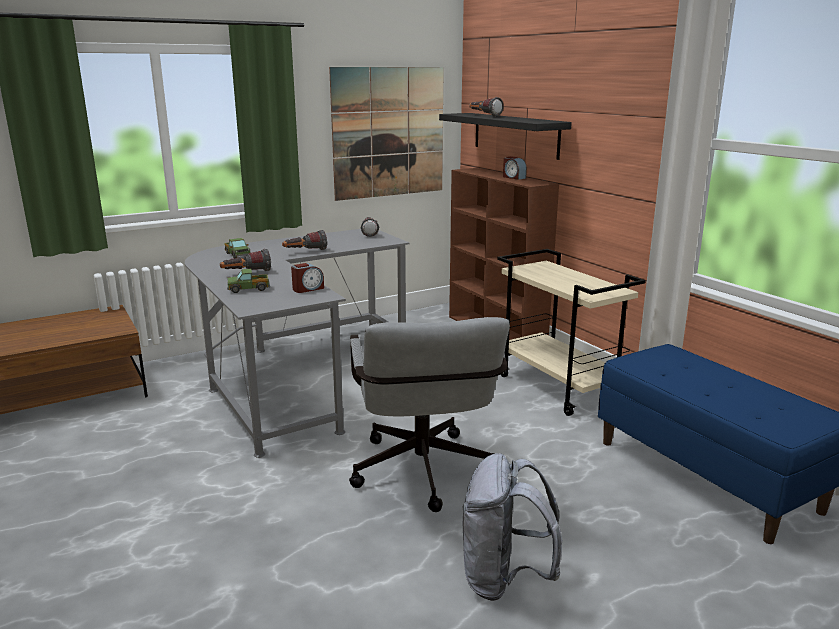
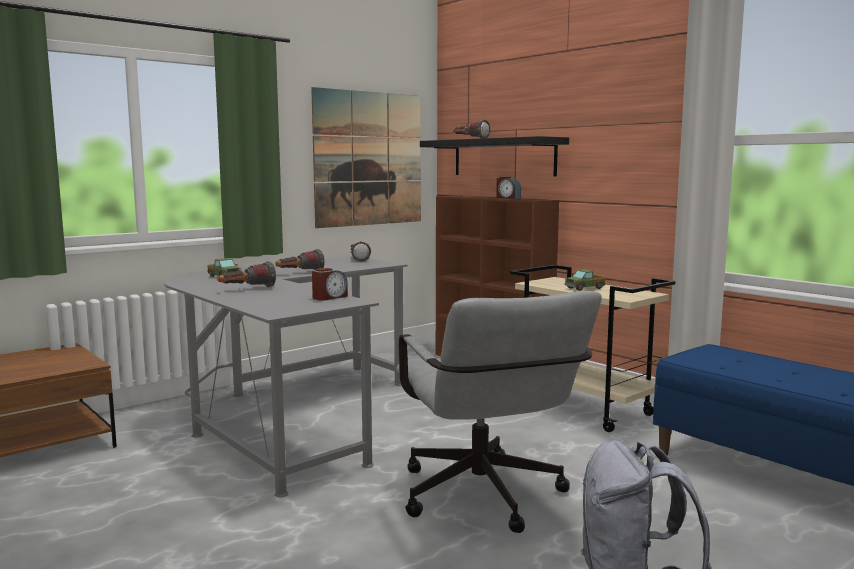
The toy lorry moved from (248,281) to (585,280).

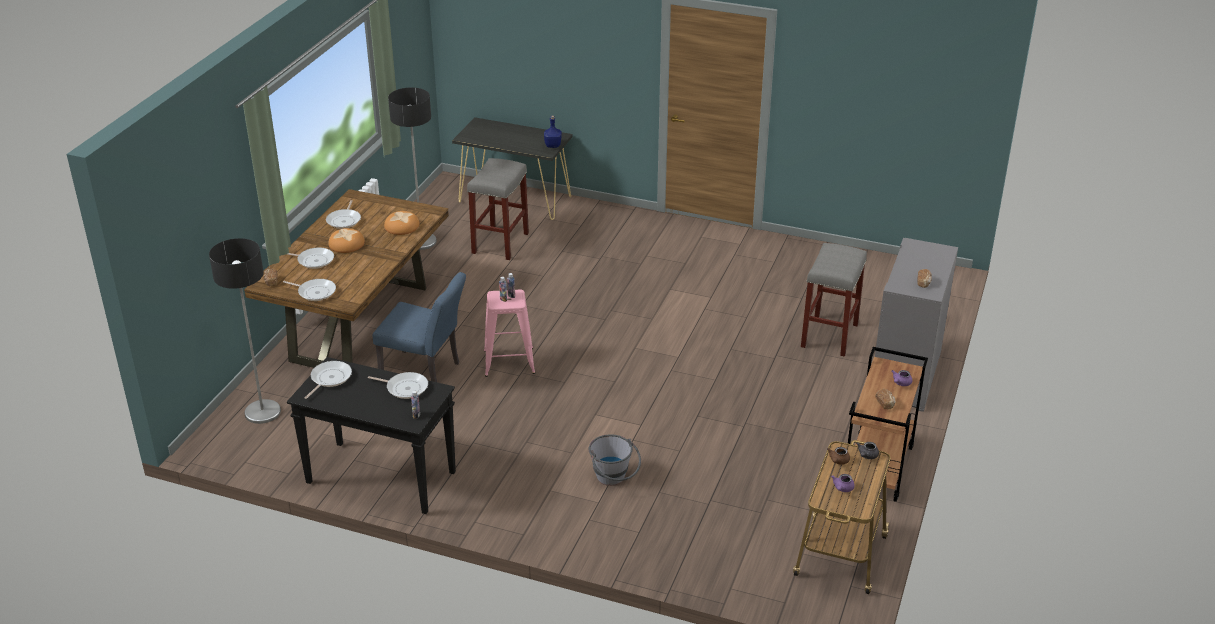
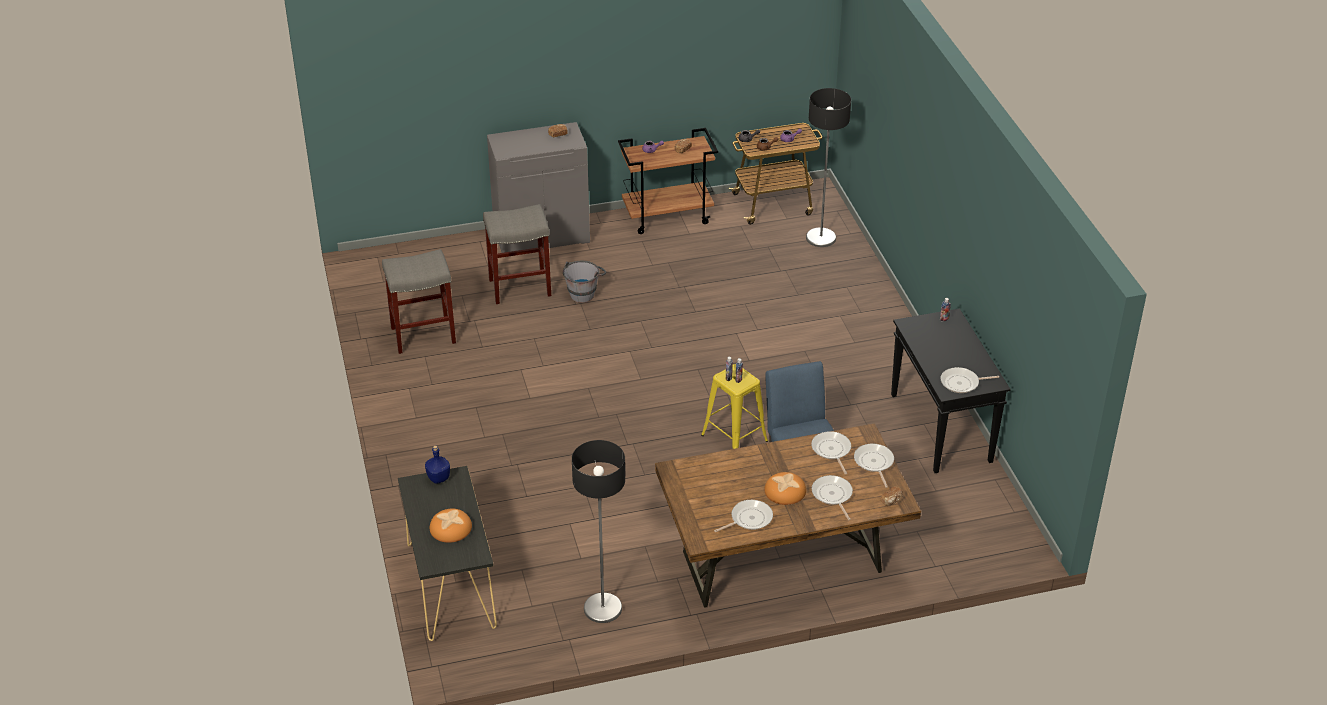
The standard lamp moved from (245,331) to (828,167). The frying pan moved from (398,385) to (831,453). The bread moved from (402,223) to (451,526). The gray stool moved from (498,209) to (419,301). The pink-coloured stool at (509,333) became the yellow-coloured stool at (734,406). The gray bucket moved from (615,460) to (584,282).

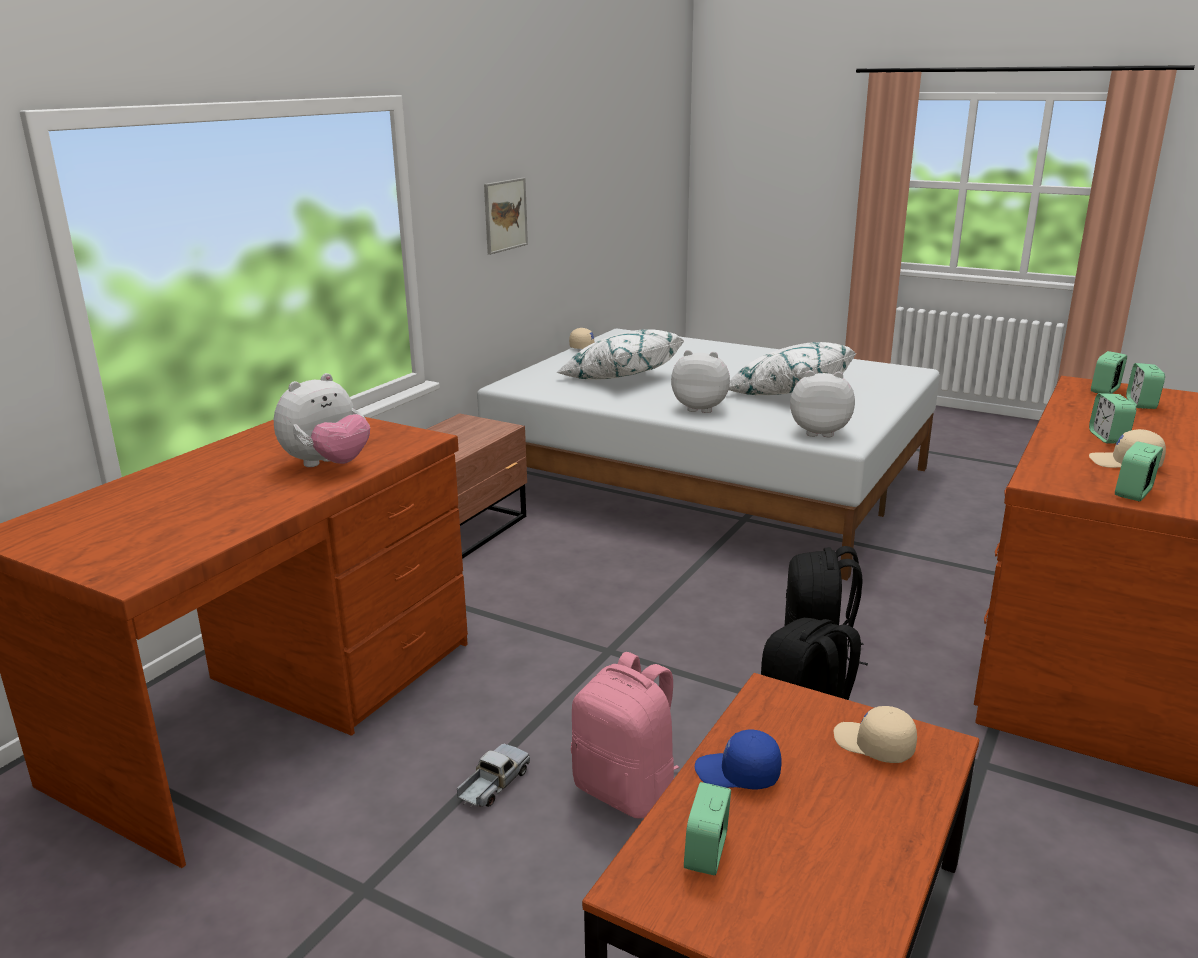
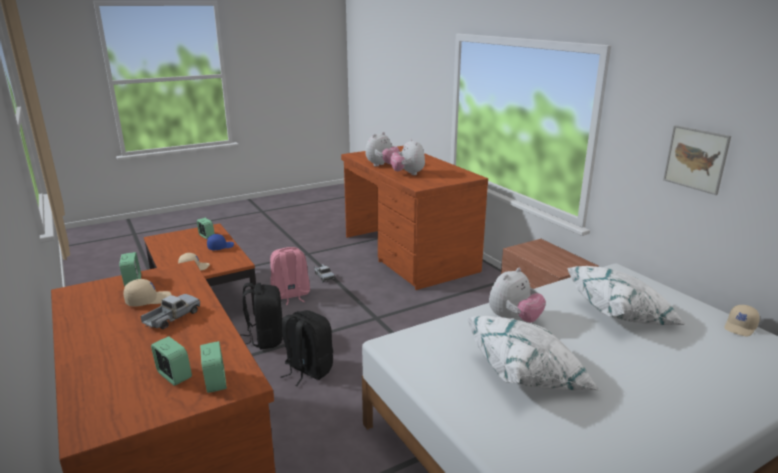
The soft toy moved from (822,403) to (382,149). The alarm clock at (1112,418) was replaced by the toy lorry at (170,311).

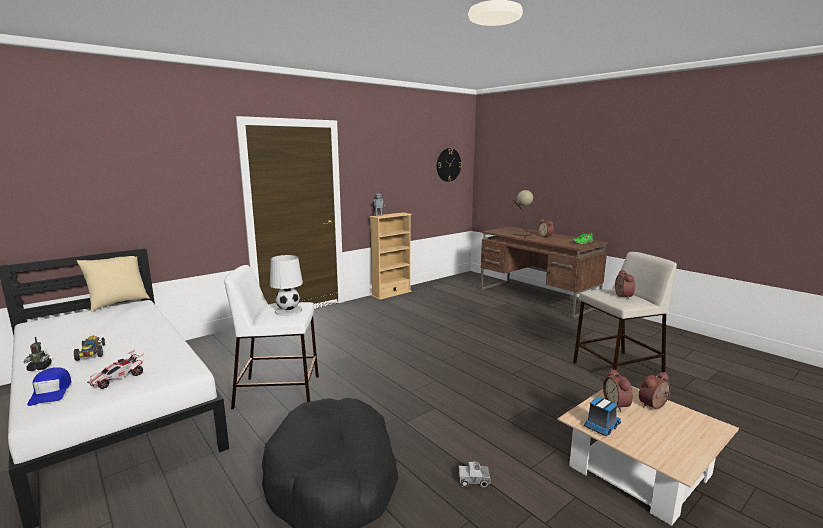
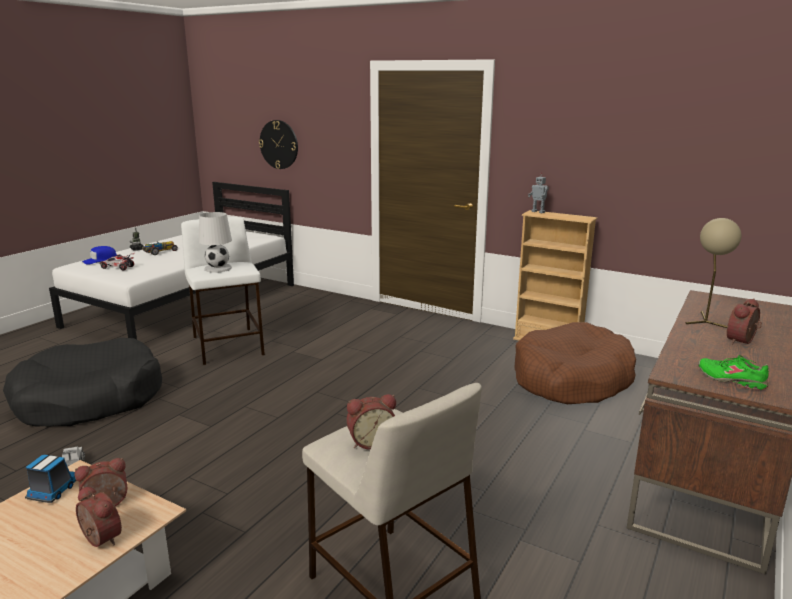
The beige-coloured throw pillow at (113,284) disappeared. The clock on the wall moved from (449,165) to (278,144). The toy lorry at (602,416) turned 105 degrees counterclockwise. The brown-coloured dog bed at (575,363) appeared.

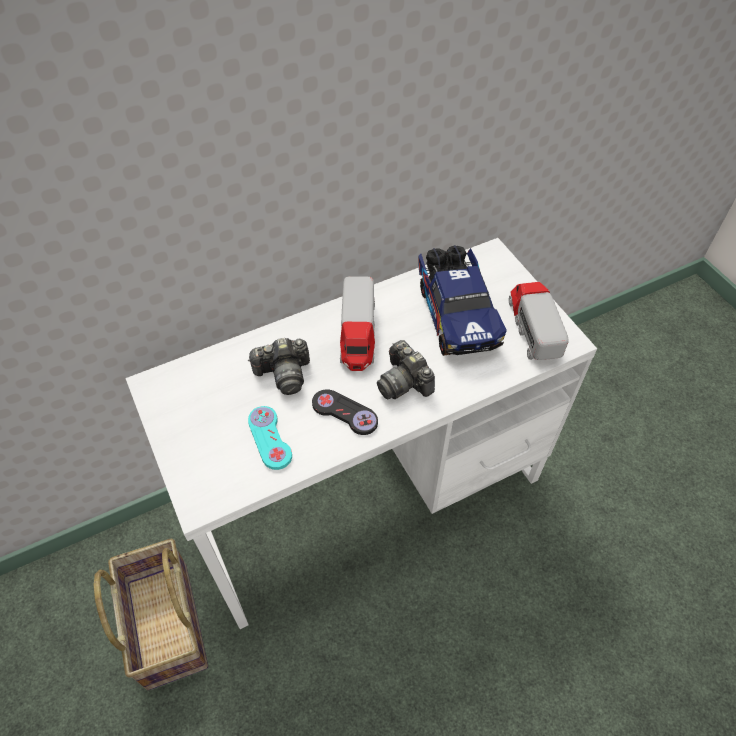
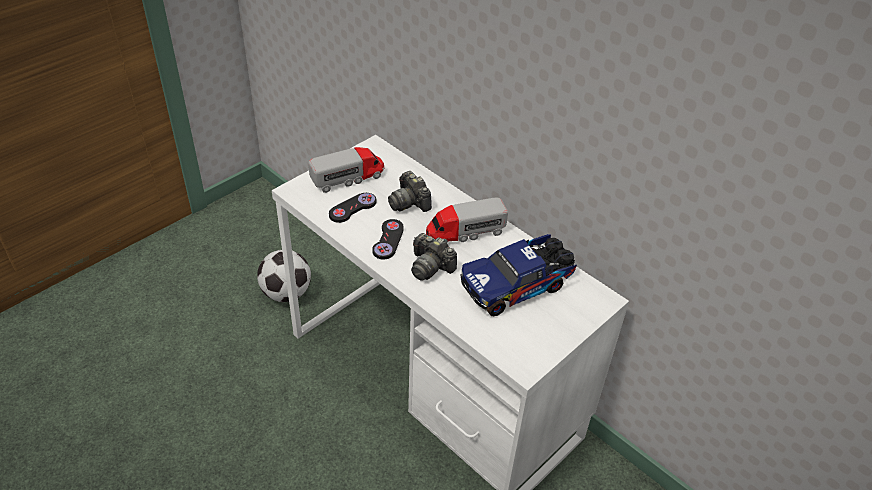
The basket at (151,614) was replaced by the football ball at (284,276). The blue-green joypad at (270,438) became the black joypad at (352,208). The photo camera at (406,369) turned 90 degrees counterclockwise. The toy lorry moved from (539,321) to (346,170).

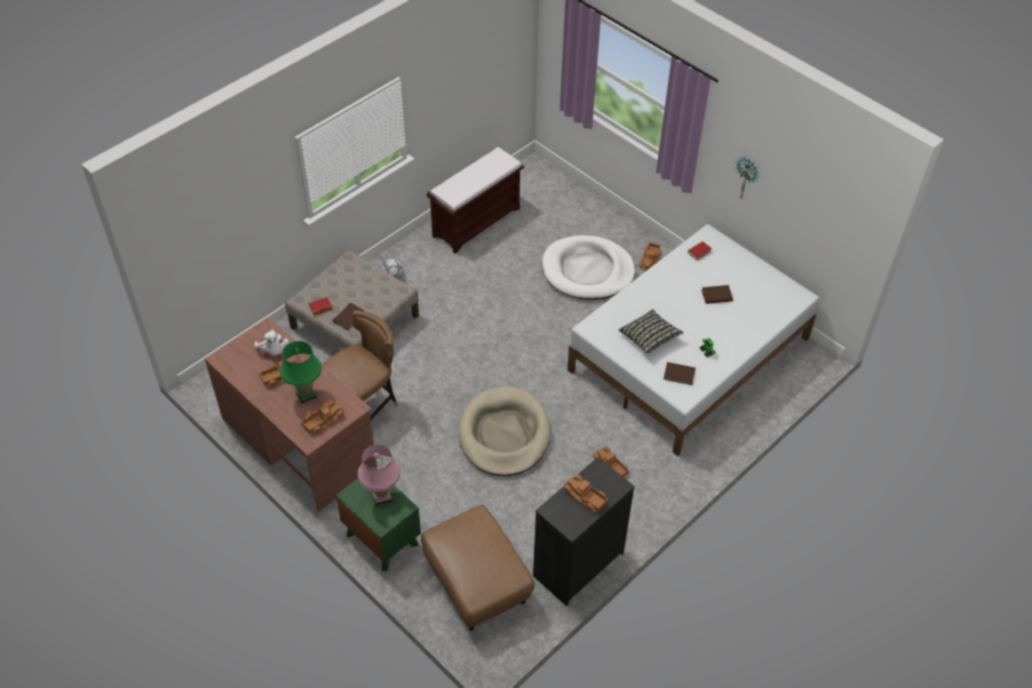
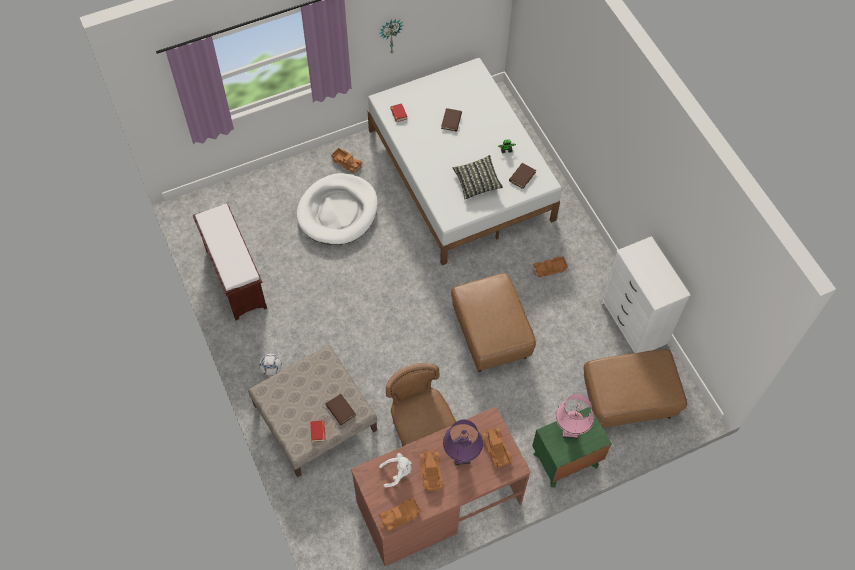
The green table lamp at (301,372) became the purple-coloured table lamp at (463,442). The beige-coloured dog bed at (504,431) was replaced by the brown-coloured footrest at (493,322). The black chest of drawers at (584,531) became the whitish chest of drawers at (646,294). The toy lorry moved from (585,493) to (400,515).

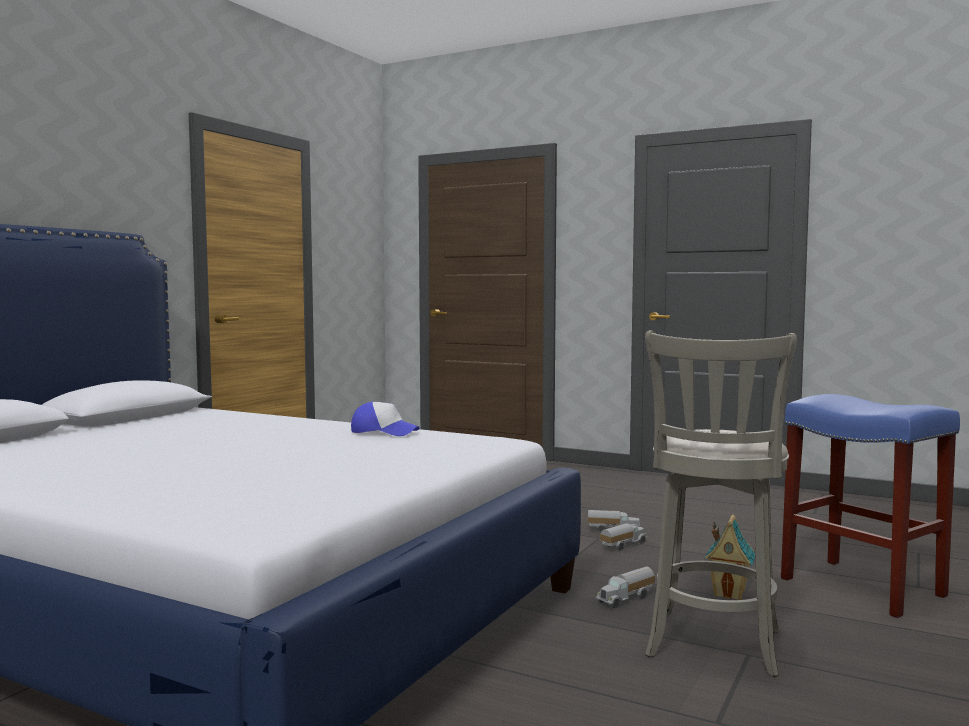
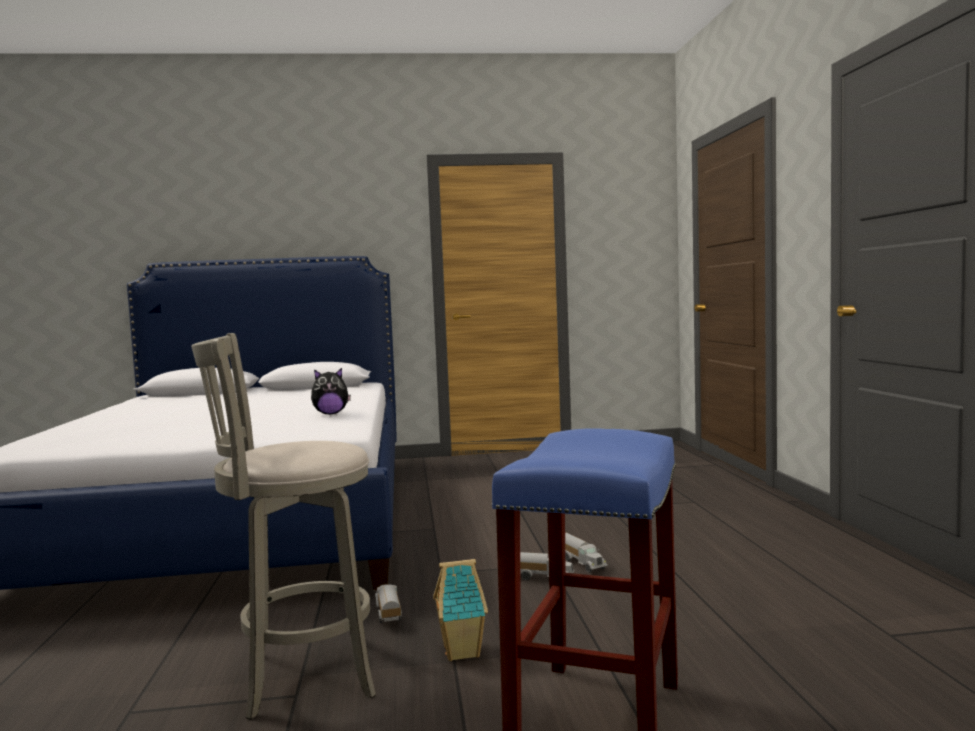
The baseball cap at (385,419) was replaced by the soft toy at (331,391). The toy lorry at (625,587) turned 60 degrees clockwise.

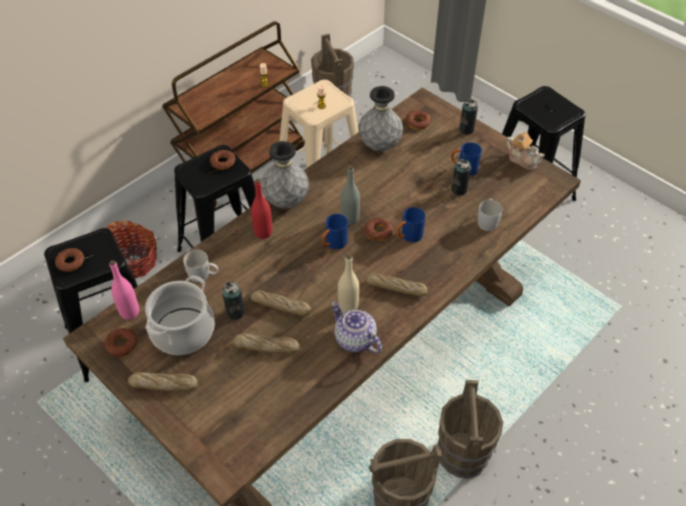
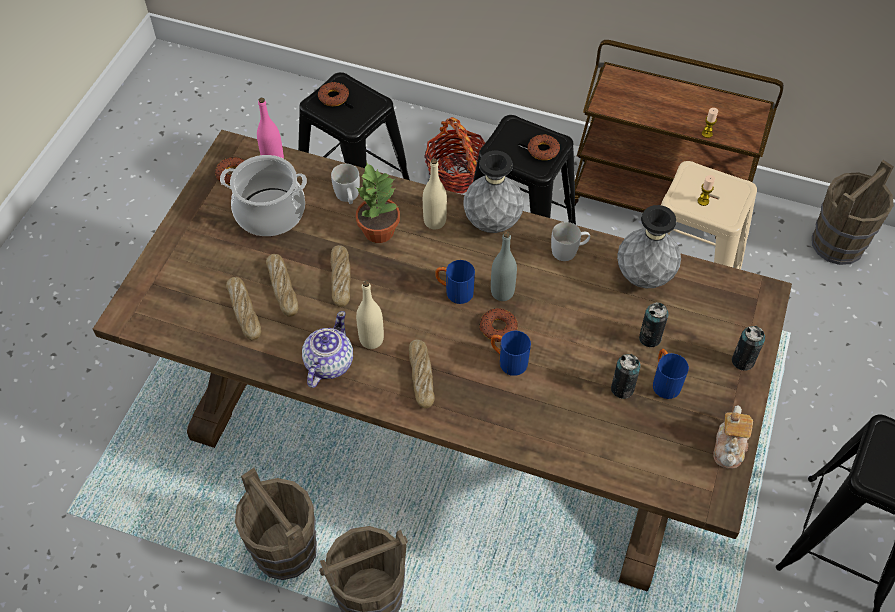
The bread moved from (163,381) to (243,309). The metal can moved from (233,301) to (653,324). The red-coloured drink bottle at (261,209) became the beige-coloured drink bottle at (435,194). The doughnut at (418,120) disappeared. The whitish mug moved from (490,215) to (570,241). The houseplant at (378,203) appeared.

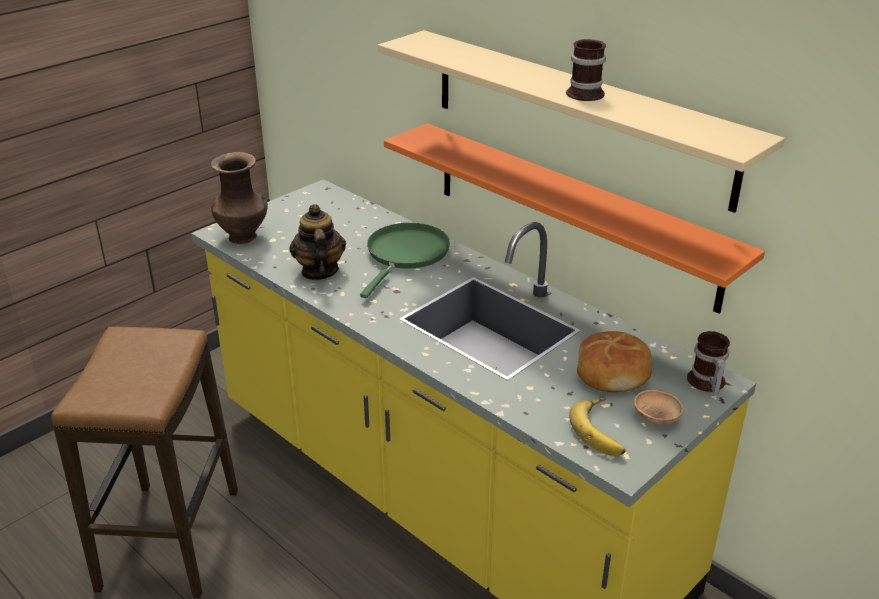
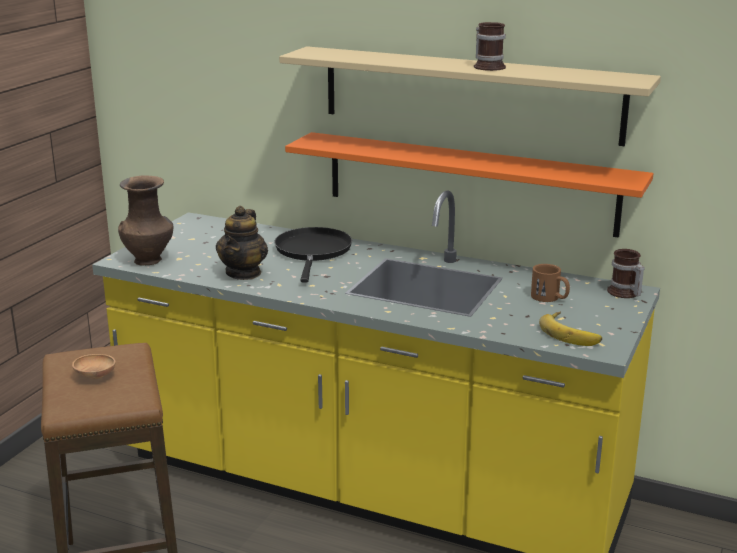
The teapot at (317,242) turned 135 degrees counterclockwise. The green frying pan at (405,260) became the black frying pan at (313,255). The bread at (614,361) was replaced by the brown-coloured mug at (550,283). The brown-coloured bowl moved from (658,407) to (94,366).

